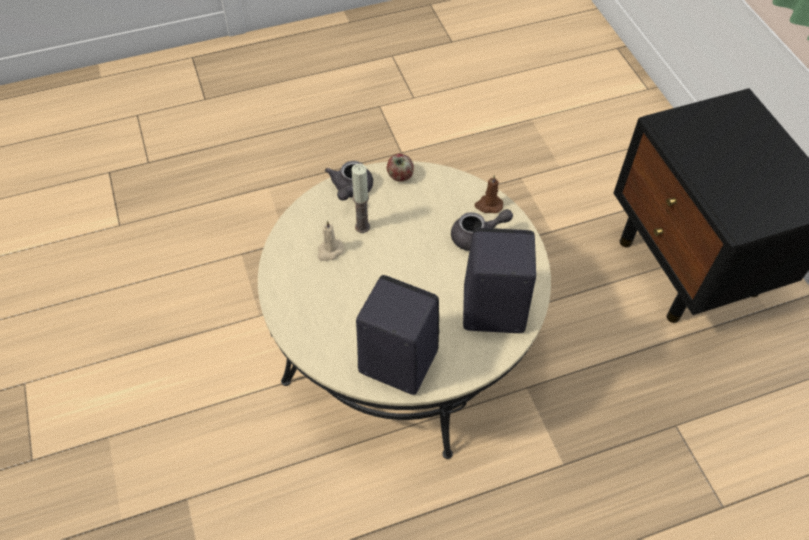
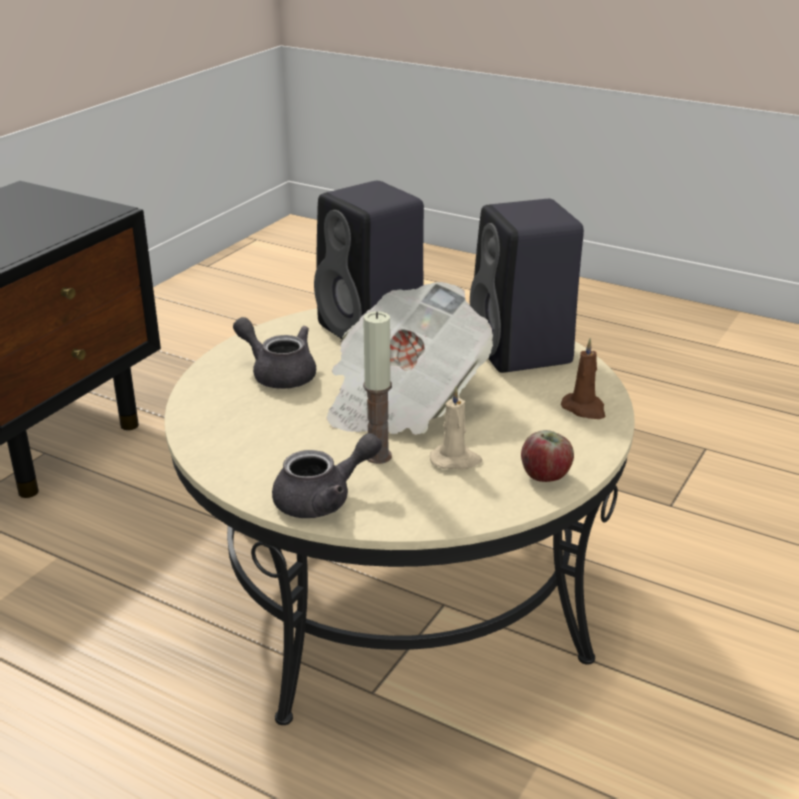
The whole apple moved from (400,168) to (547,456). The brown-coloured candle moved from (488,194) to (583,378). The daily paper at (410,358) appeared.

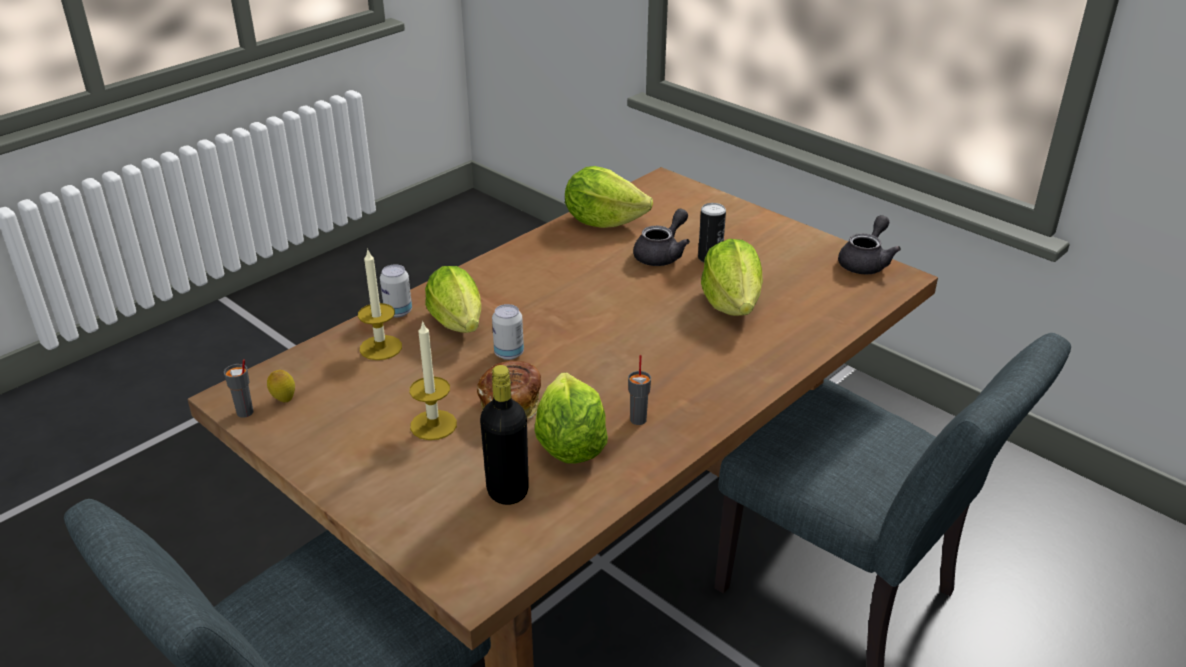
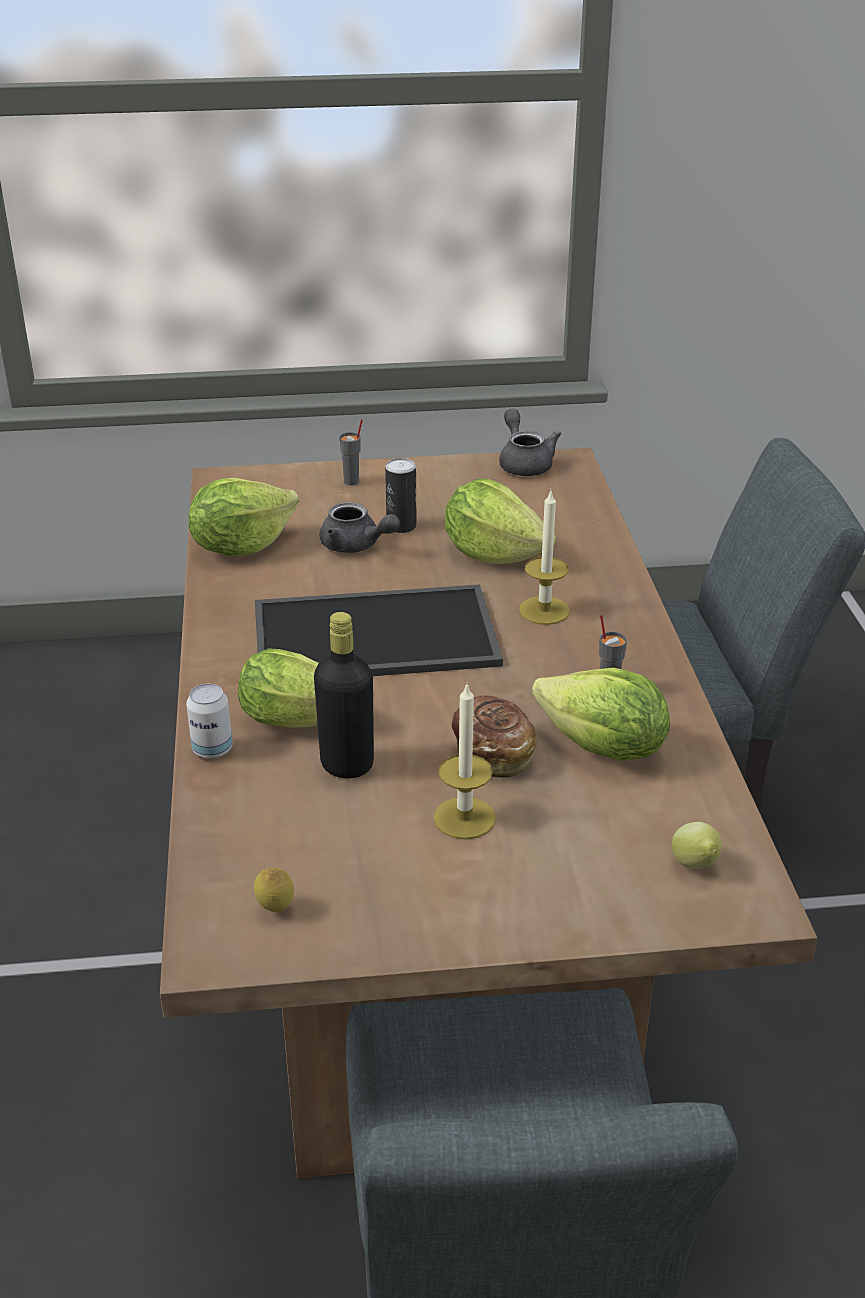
The gray cup moved from (239,388) to (351,452). The candle moved from (380,304) to (544,557). The black drink bottle moved from (504,435) to (344,695). The metal can at (508,332) disappeared. The gray teapot at (661,237) turned 135 degrees clockwise. The carrying tray at (379,630) appeared. The lemon at (697,845) appeared.

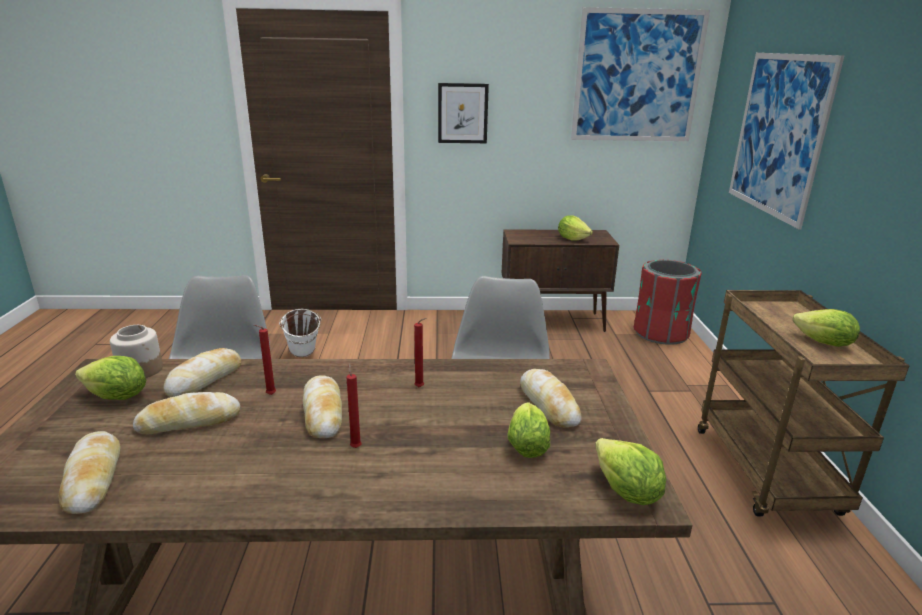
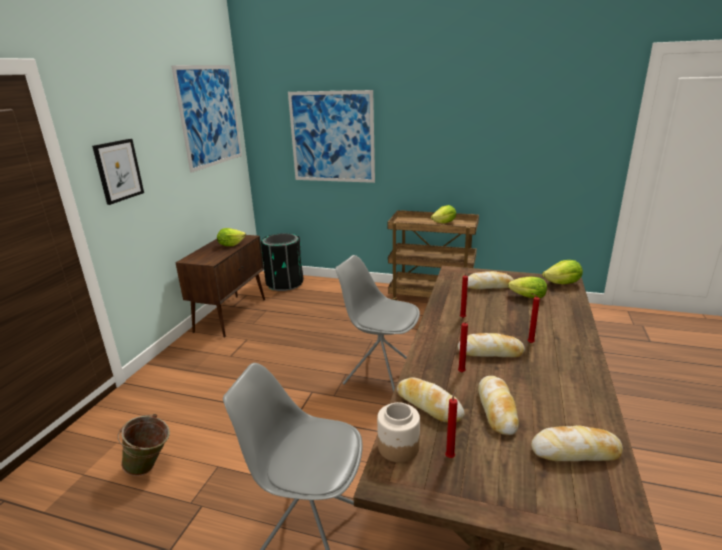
The lettuce head at (110,378) was replaced by the red-coloured candle at (451,423). The whitish bucket at (300,333) became the green bucket at (144,445). The red-coloured trash can at (668,302) became the black trash can at (282,262).

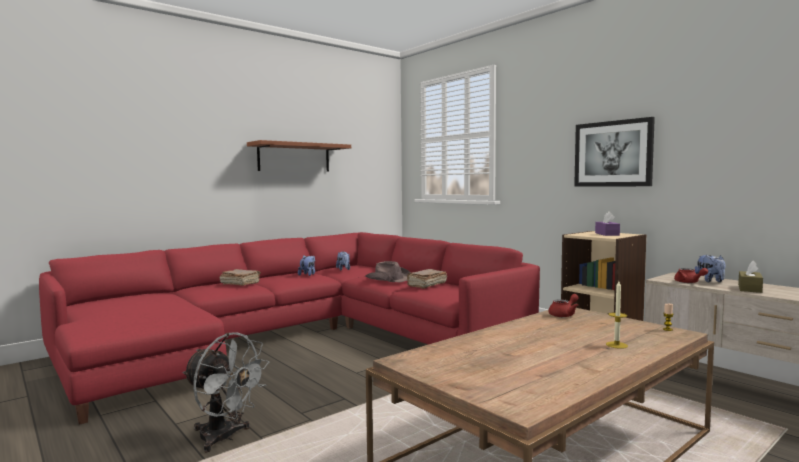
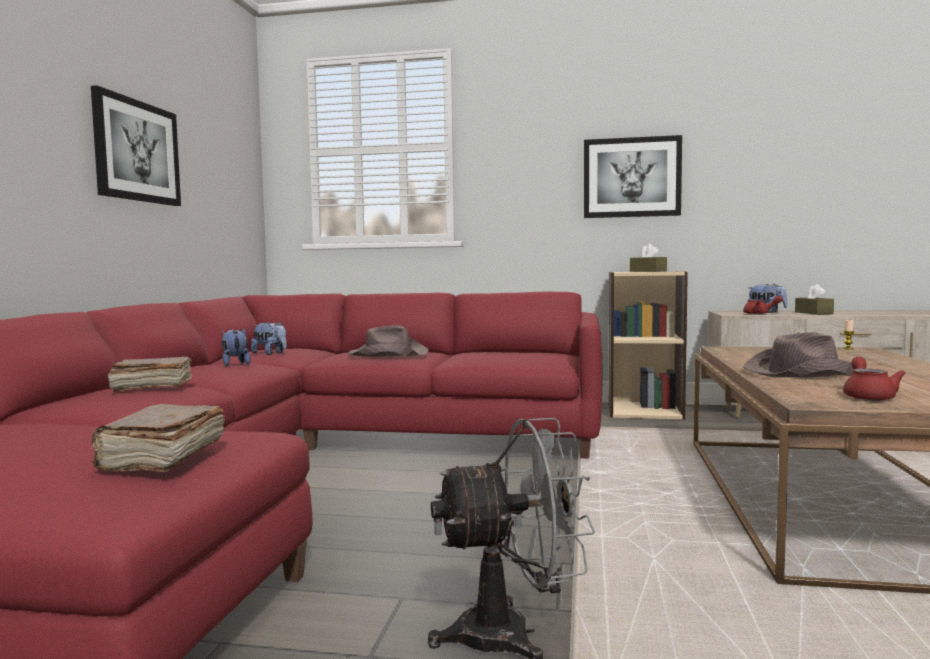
The brown-coloured wall shelf at (299,155) was replaced by the picture at (136,145). The brown-coloured volume moved from (427,279) to (158,438). The red-coloured teapot moved from (563,305) to (874,379). The purple-coloured tissue box at (607,223) became the brown-coloured tissue box at (648,258). The candle at (617,315) disappeared. The brown-coloured clothing hat at (798,355) appeared.

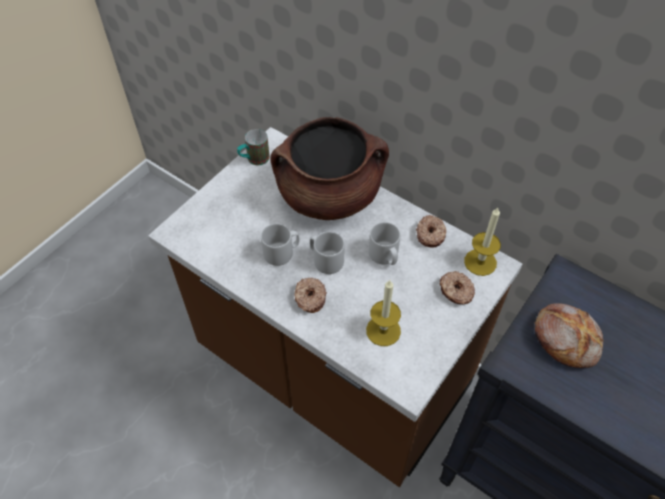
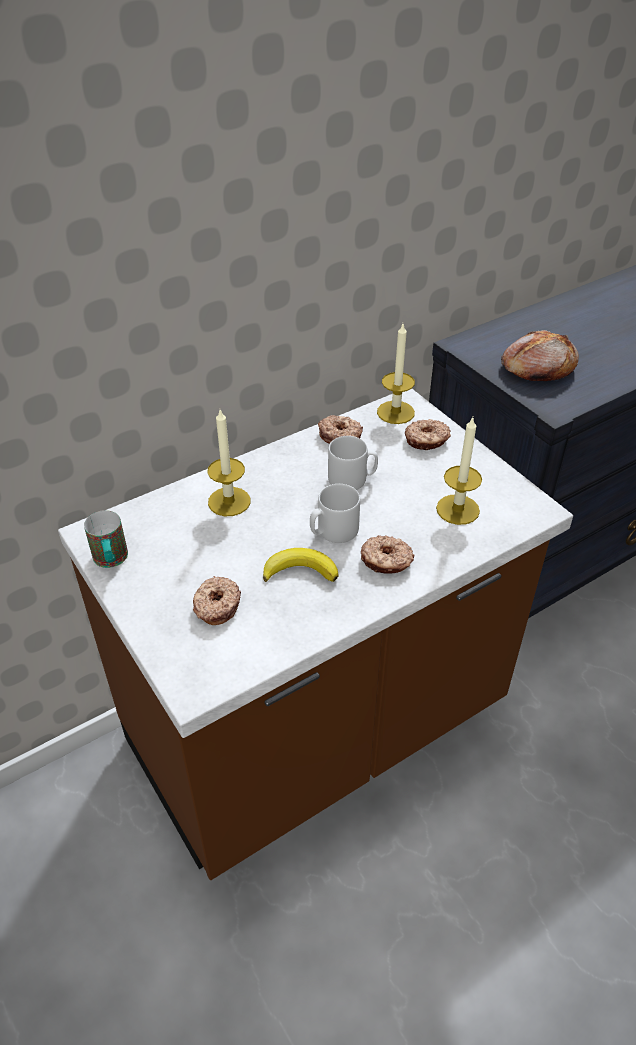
The gray mug at (280,244) was replaced by the banana fruit at (301,565). The brown-coloured stockpot at (330,168) was replaced by the candle at (228,463). The doughnut at (217,600) appeared.

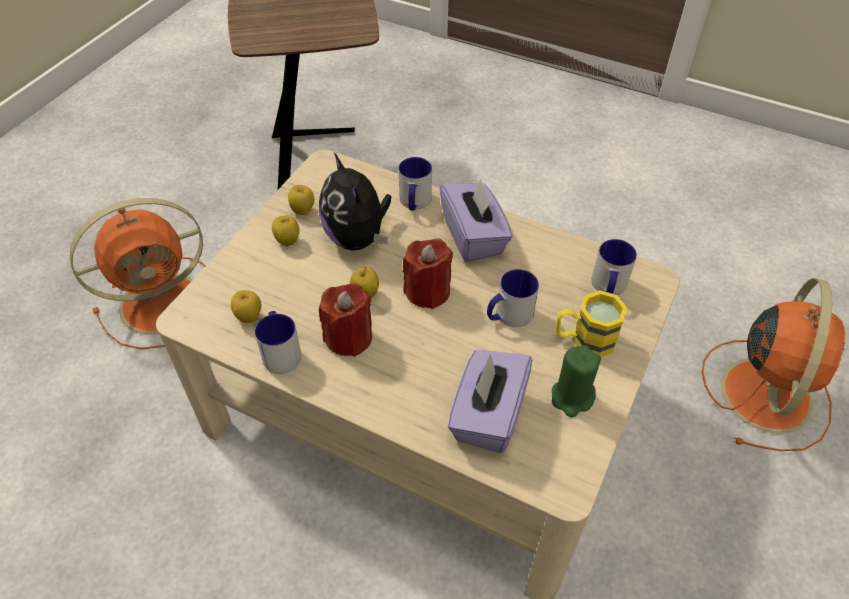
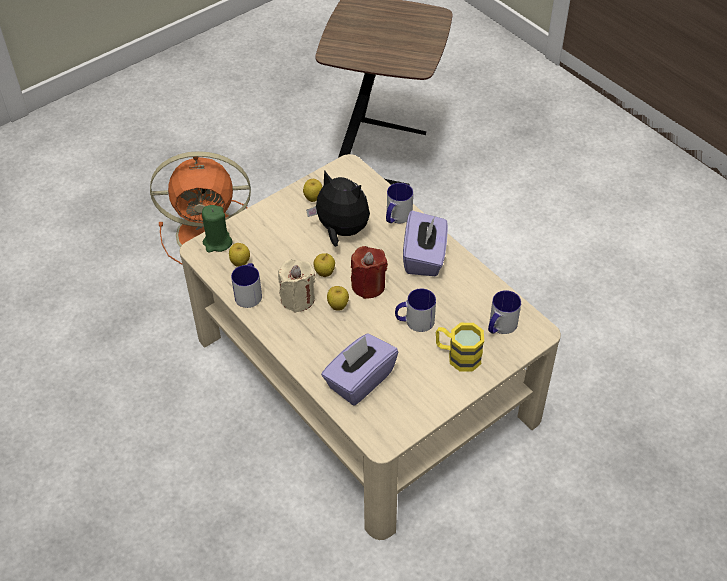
The whole apple moved from (285,230) to (338,298). The soft toy at (355,202) turned 120 degrees clockwise. The red-coloured candle at (345,320) became the beige-coloured candle at (297,286). The green candle moved from (576,381) to (217,229). The orange cooling fan at (774,364) disappeared.

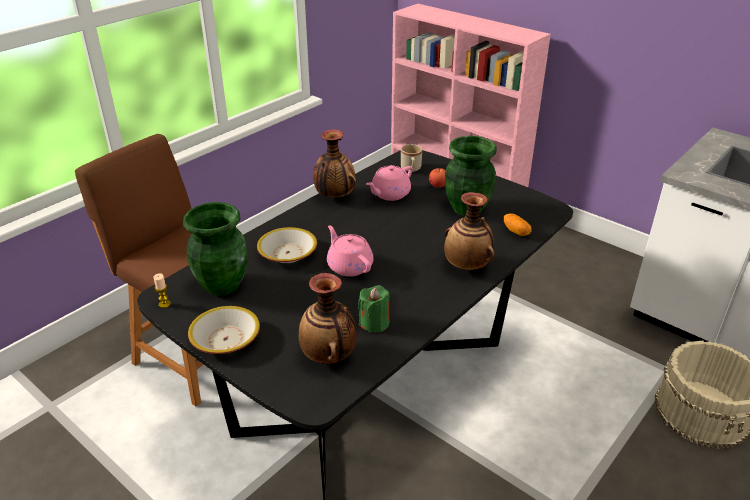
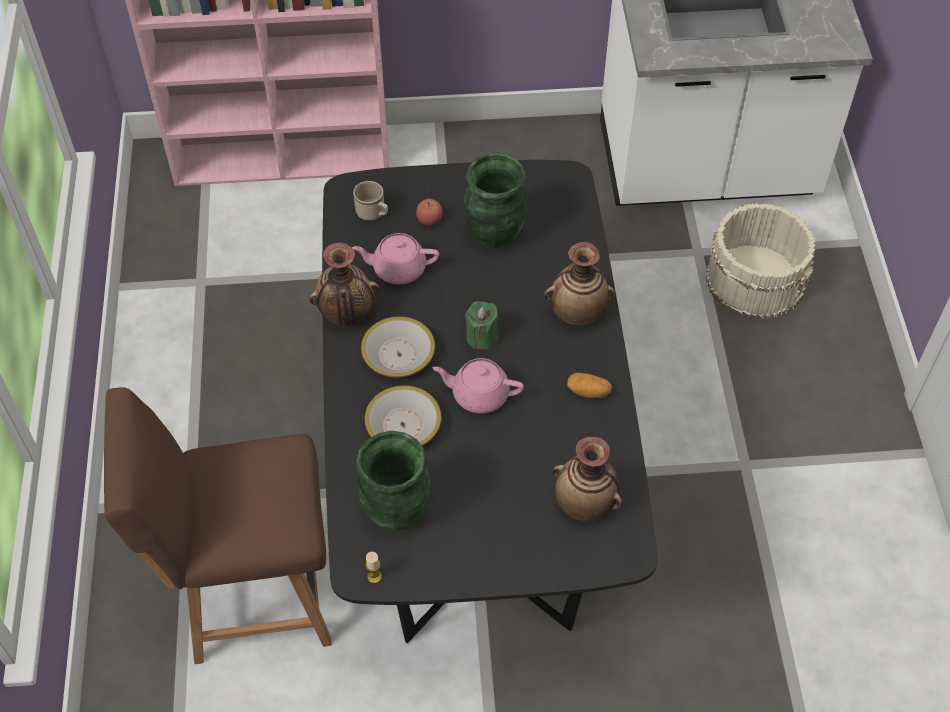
The bowl moved from (224,330) to (398,347). The green candle moved from (373,308) to (481,325). The pink-coloured teapot at (390,183) turned 90 degrees clockwise. The whole potato moved from (518,224) to (589,385).

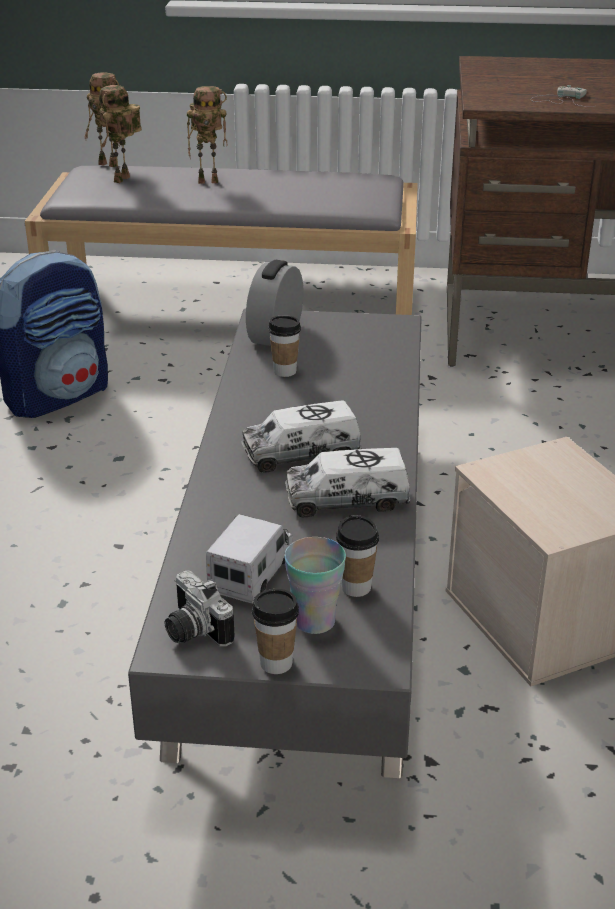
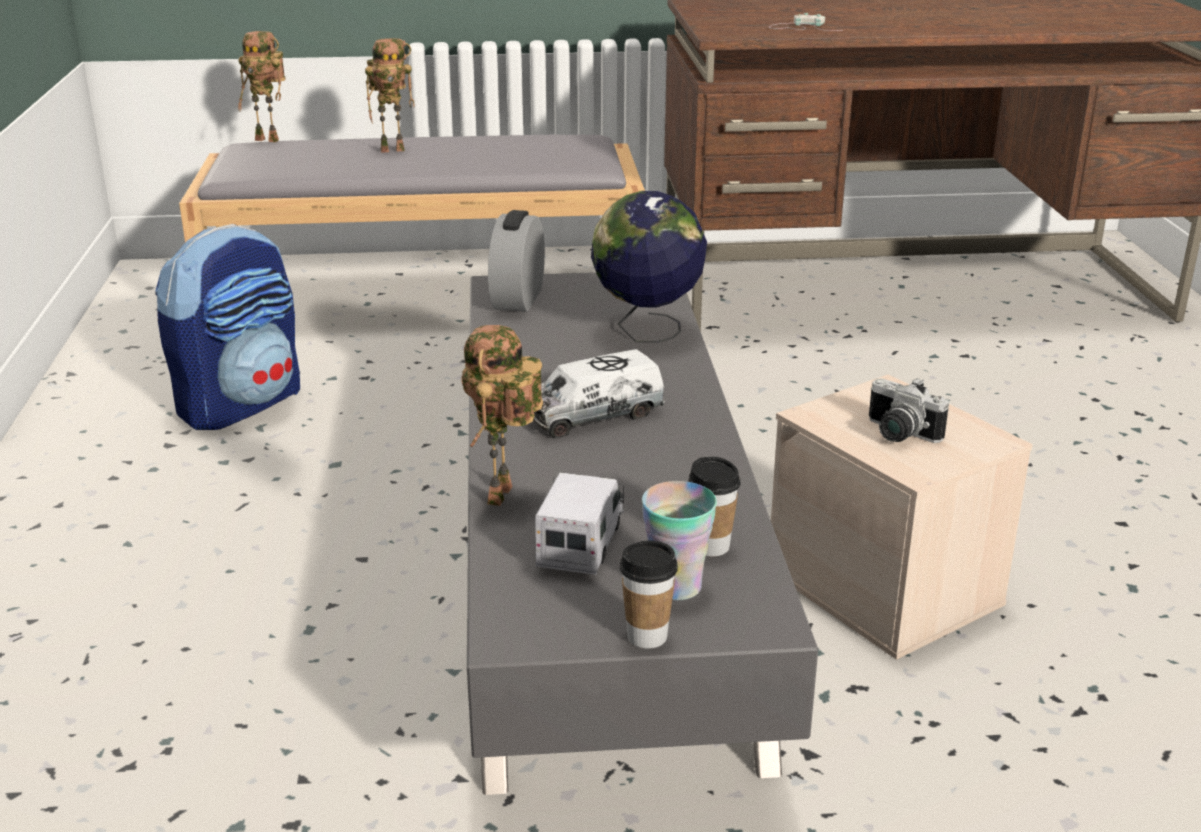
The robot figure moved from (120,134) to (502,415). The photo camera moved from (199,608) to (909,410). The cup at (284,346) disappeared. The toy lorry at (347,482) disappeared. The desk globe at (649,267) appeared.

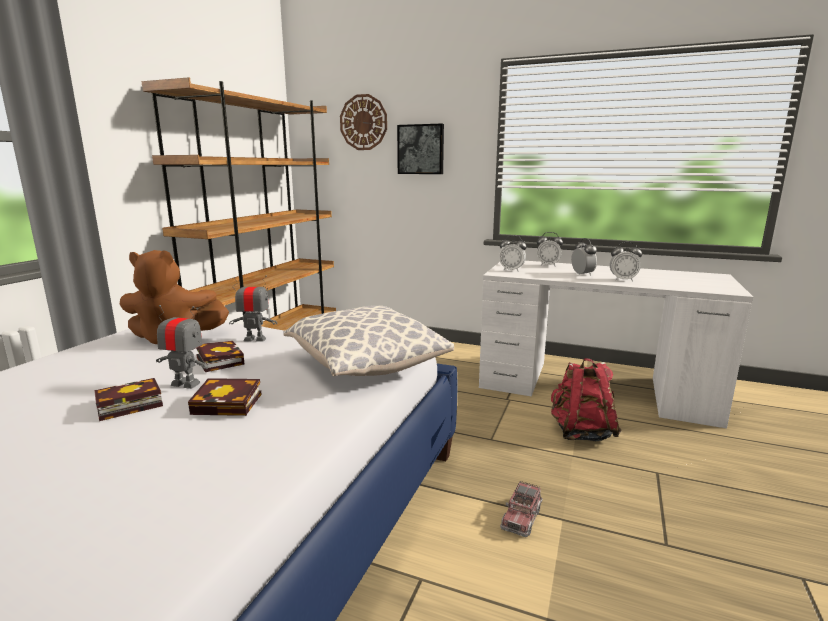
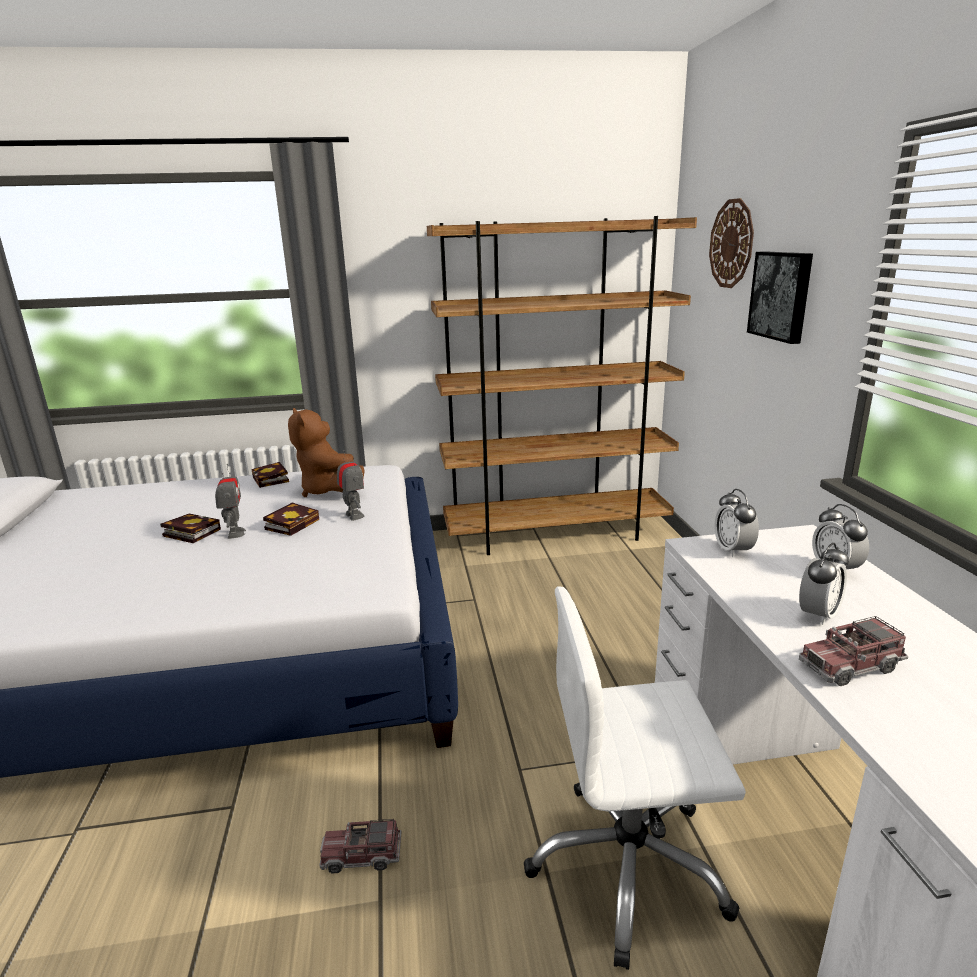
The volume moved from (225,397) to (270,475). The throw pillow at (368,340) disappeared. The red-coloured backpack at (586,399) was replaced by the whitish computer chair at (635,778). The alarm clock at (626,262) was replaced by the toy lorry at (853,651).

